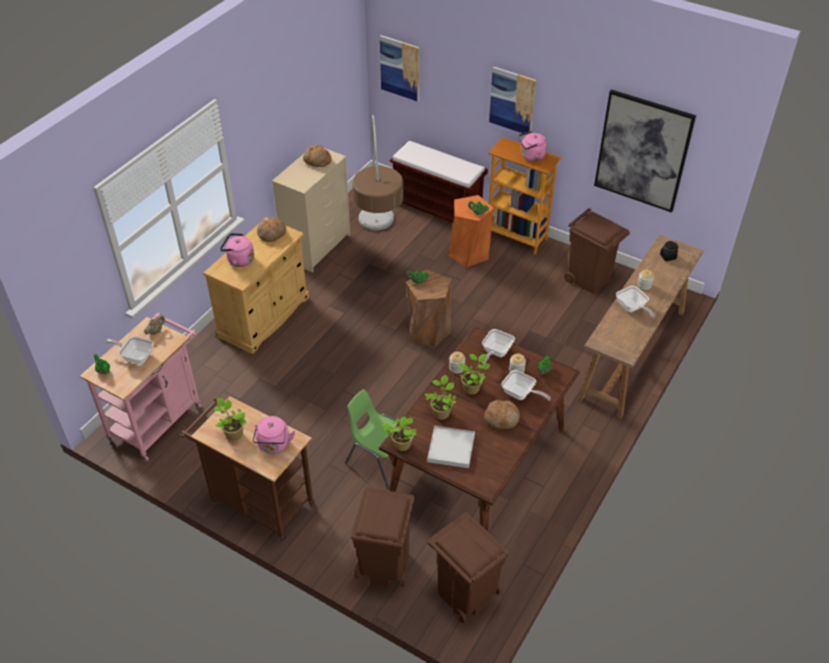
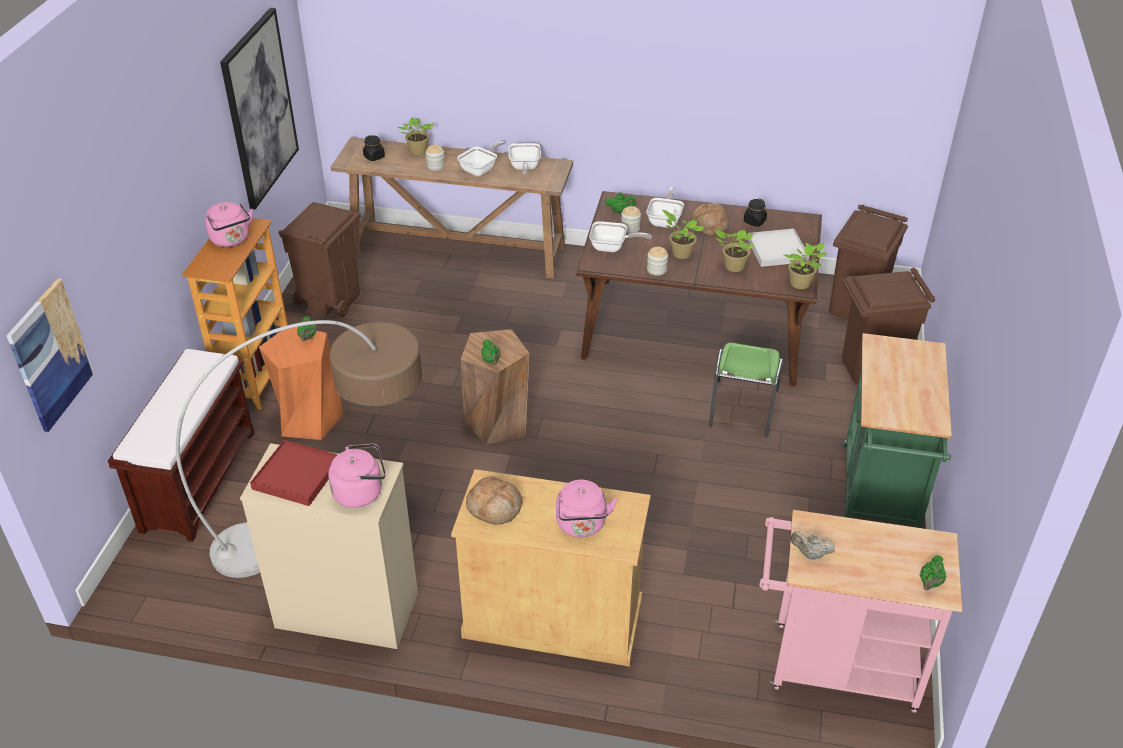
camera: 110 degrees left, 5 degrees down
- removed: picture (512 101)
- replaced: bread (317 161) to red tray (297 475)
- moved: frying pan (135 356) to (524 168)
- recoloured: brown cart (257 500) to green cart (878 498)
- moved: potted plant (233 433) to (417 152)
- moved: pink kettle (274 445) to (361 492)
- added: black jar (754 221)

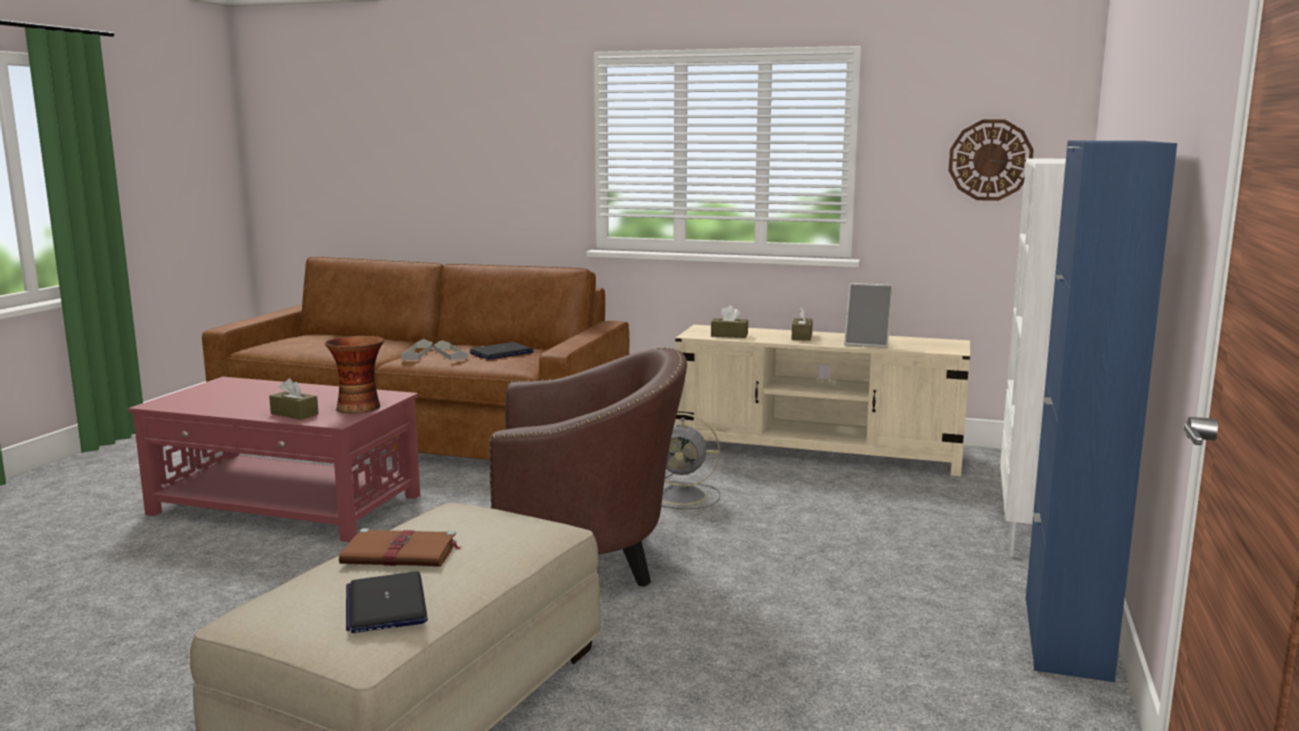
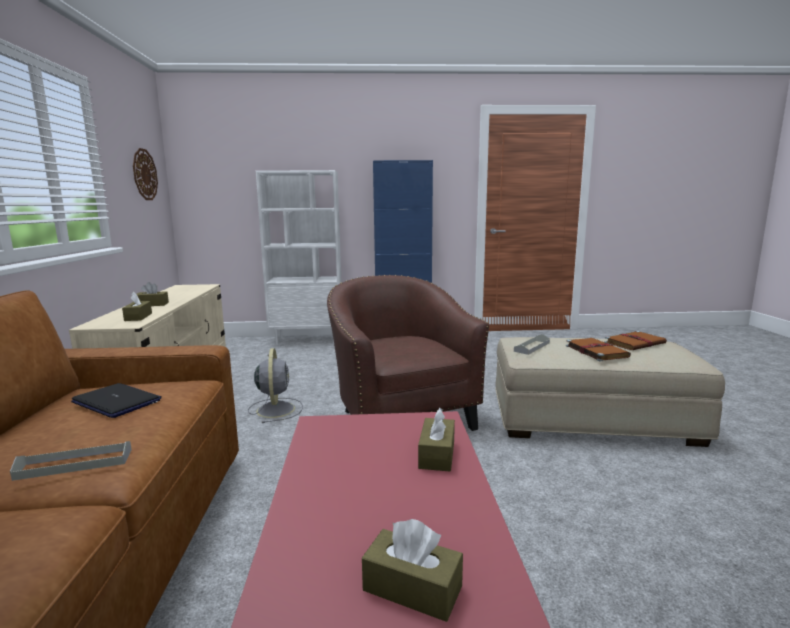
camera: 110 degrees left, 0 degrees up
- removed: picture frame (867 343)
- removed: vase (358 407)
- moved: grey tray (450 354) to (532 347)
- replaced: laptop (386 604) to brown book (635 343)
- added: brown tissue box (412 588)

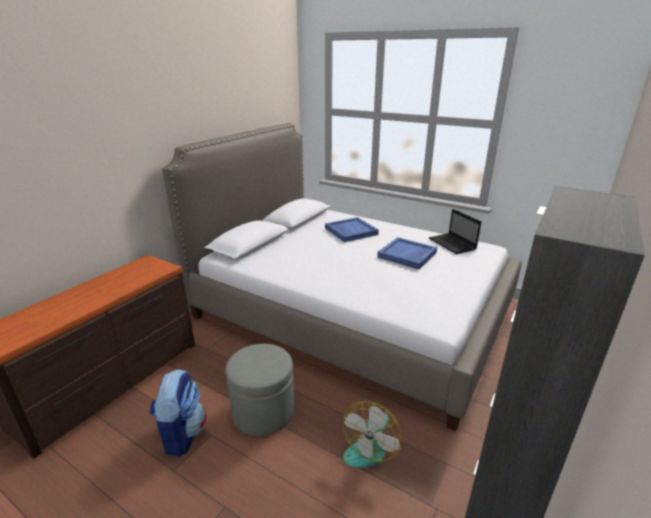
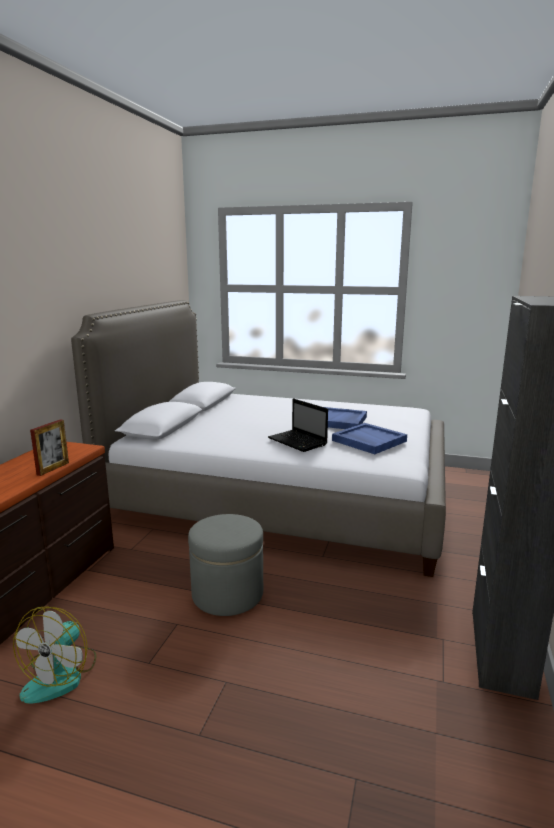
camera: 15 degrees left, 10 degrees down
- moved: laptop (453 244) to (298 442)
- moved: blue tray (350 231) to (368 441)
- removed: backpack (182 434)
- moved: fan (369 446) to (61 675)
- added: picture frame (53 468)

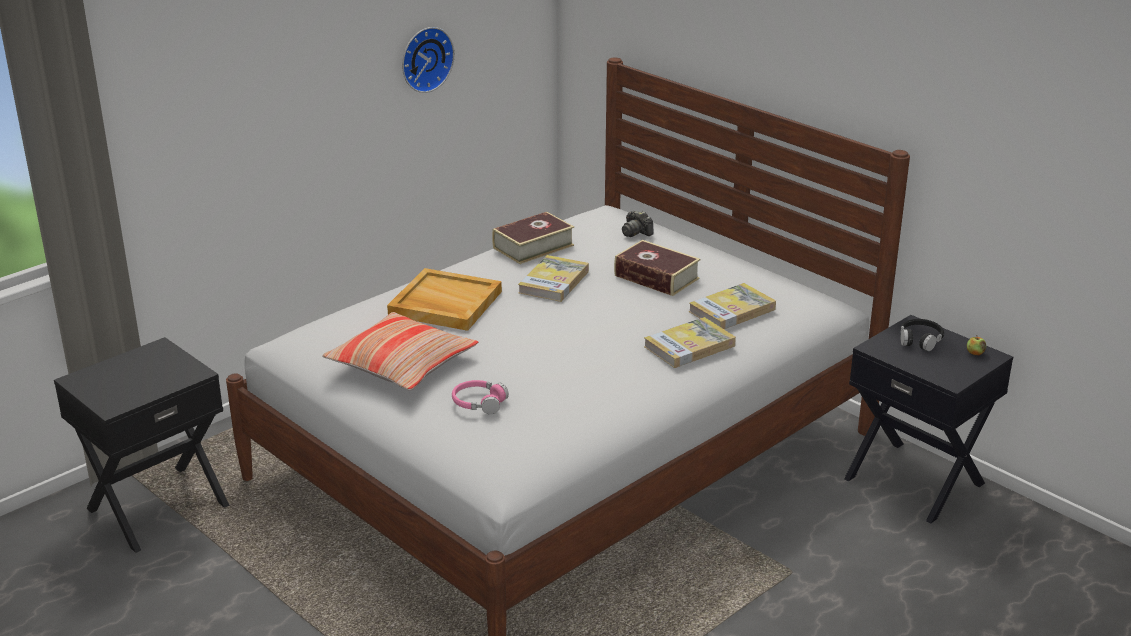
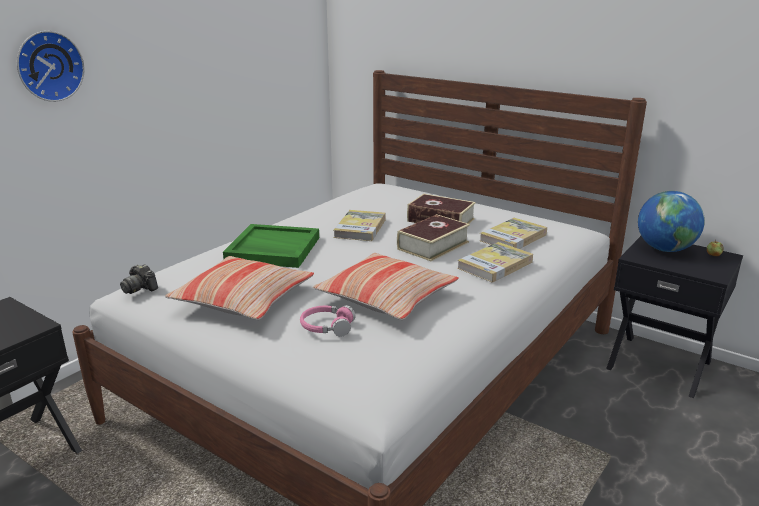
camera: 10 degrees left, 5 degrees down
- moved: wall clock (424 58) to (48 66)
- moved: photo camera (636 232) to (140 288)
- moved: book (533 246) to (433 245)
- recoloured: beige tray (444 304) to green tray (272 249)
- replaced: black headphones (920 340) to globe (665 249)
- added: pillow (386 297)

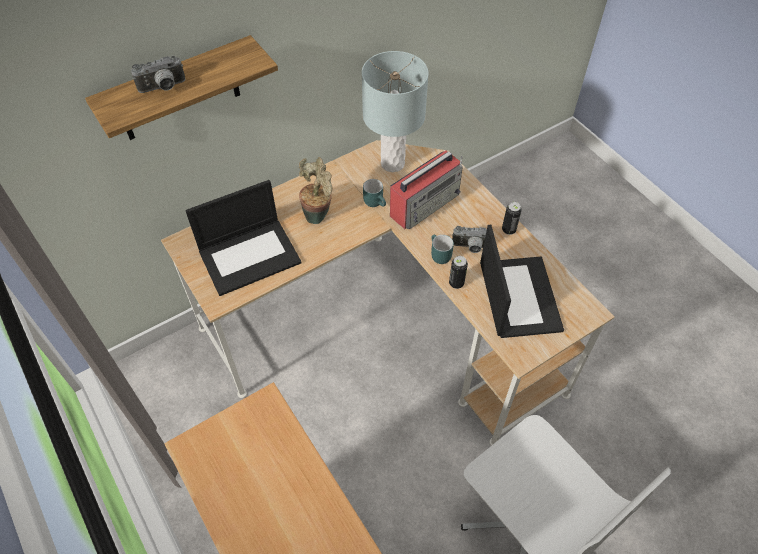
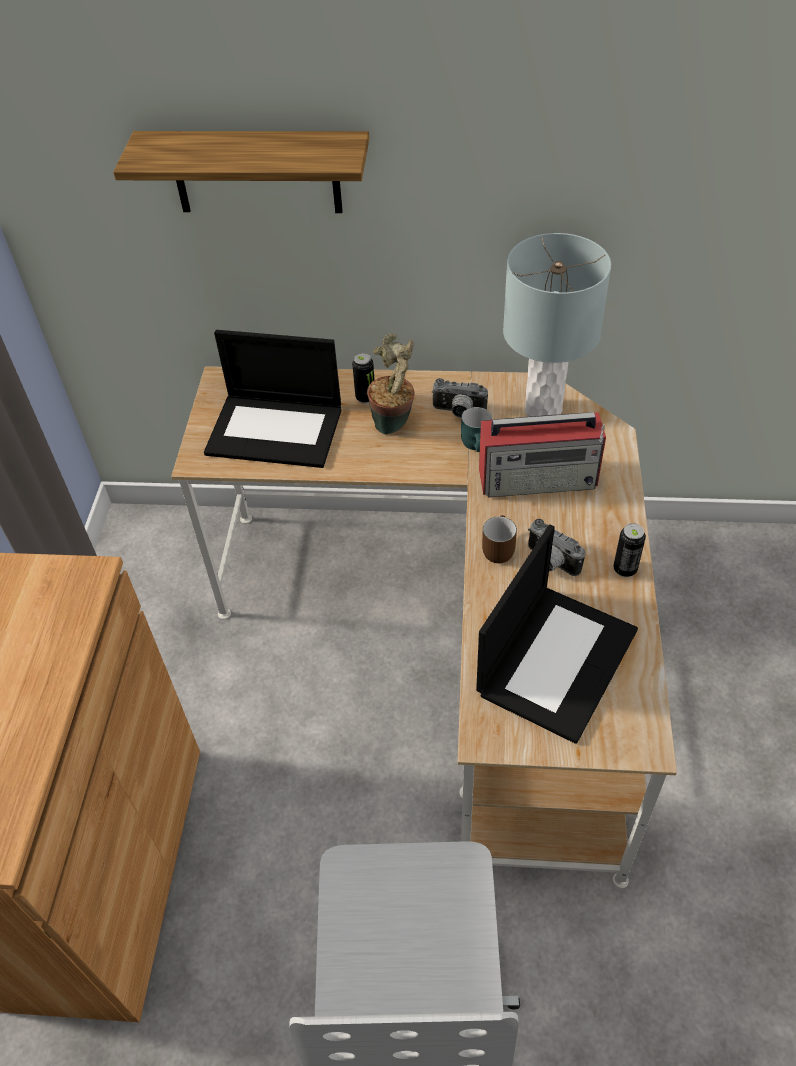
camera: 40 degrees right, 5 degrees down
- moved: photo camera (163 88) to (458 412)
- recoloured: turquoise mug (438 255) to brown mug (496 548)
- moved: can (456 283) to (365 397)

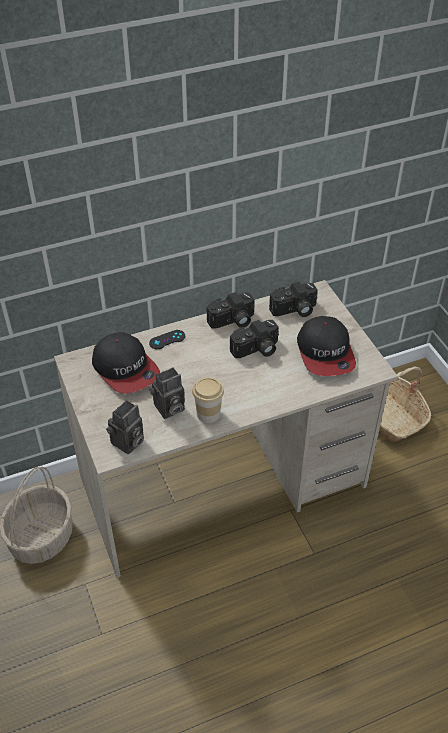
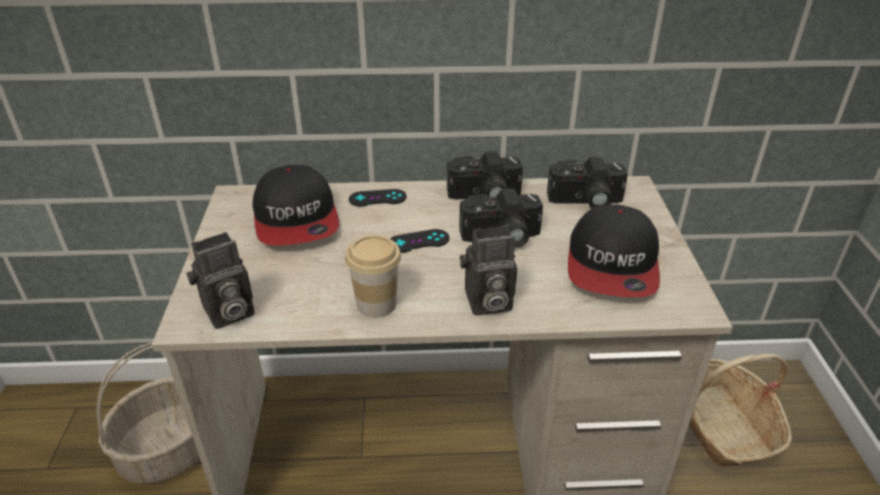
camera: 20 degrees right, 10 degrees down
- moved: photo camera (168 409) to (486 303)
- added: black game controller (418 241)

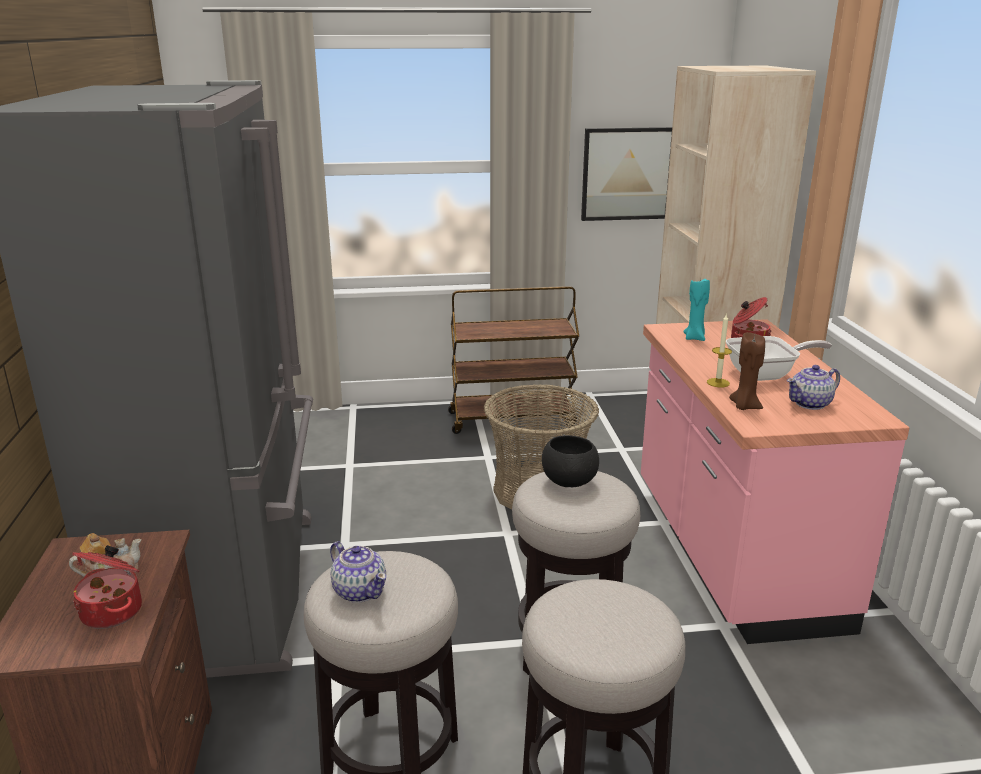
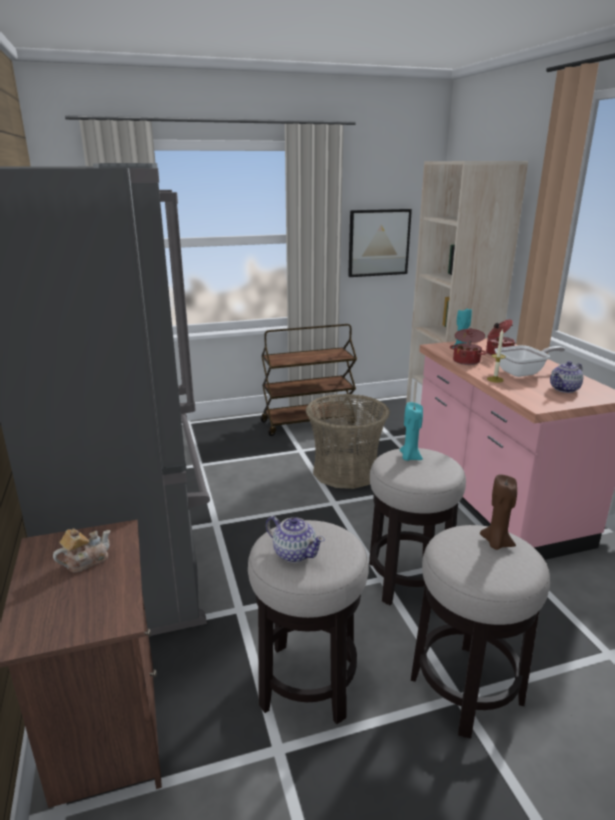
camera: 10 degrees left, 0 degrees up
- moved: brown candle (744 406) to (496 543)
- replaced: black bowl (569 482) to turquoise candle (409 457)
- moved: cooking pot (113 611) to (466 361)

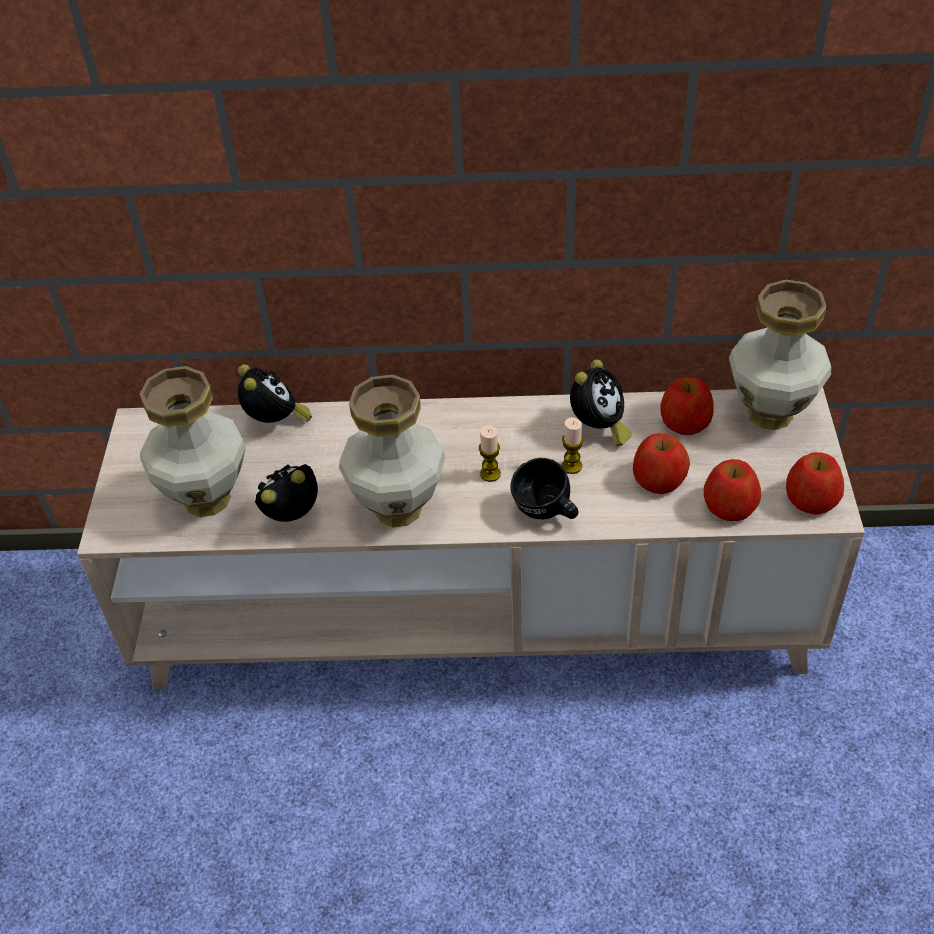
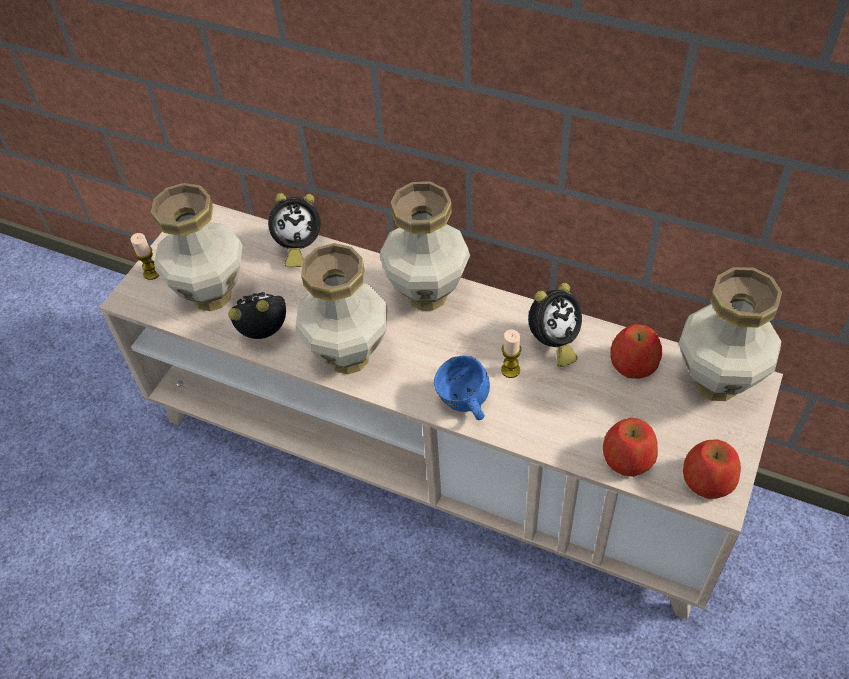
camera: 25 degrees right, 5 degrees up
- turned: alarm clock (276 422) = (297 248) 75 degrees clockwise
- moved: candle (490 474) to (152 273)
- removed: apple (659 479)
- recoloured: black mug (545 513) to blue mug (464 405)
- added: vase (427 294)

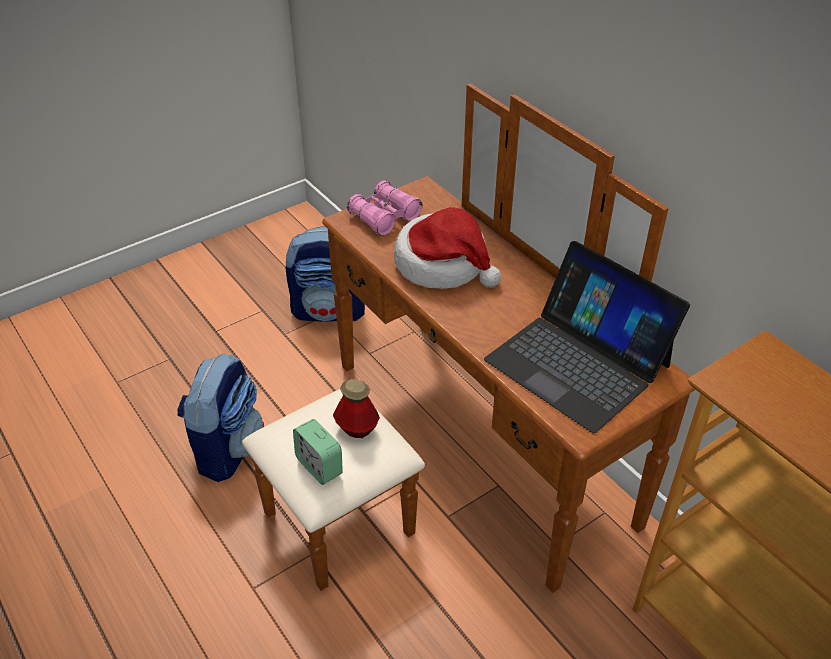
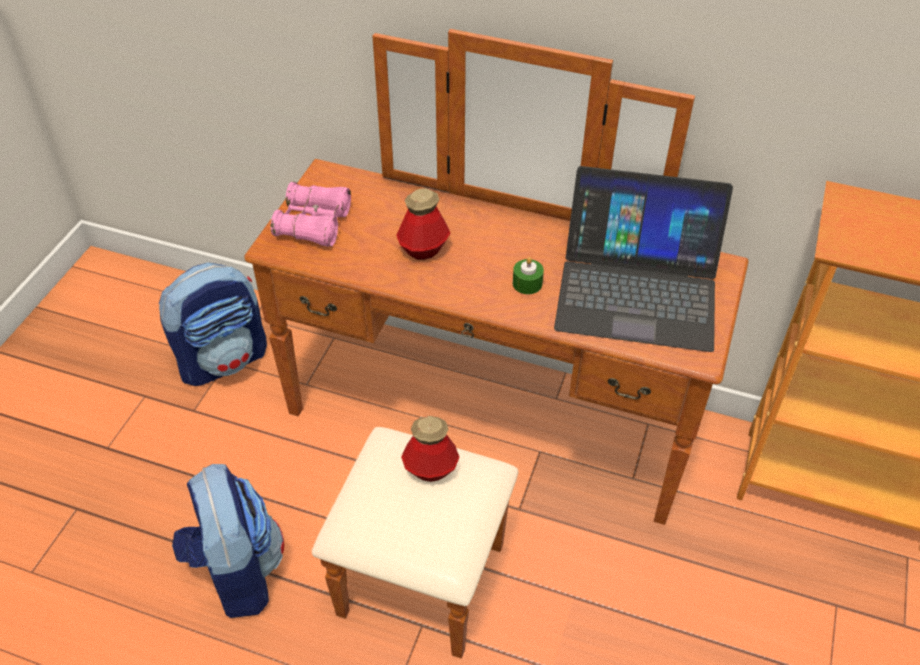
camera: 35 degrees left, 5 degrees up
- replaced: hat (443 264) to bottle (424 249)
- removed: alarm clock (319 466)
- added: green candle (527 283)

